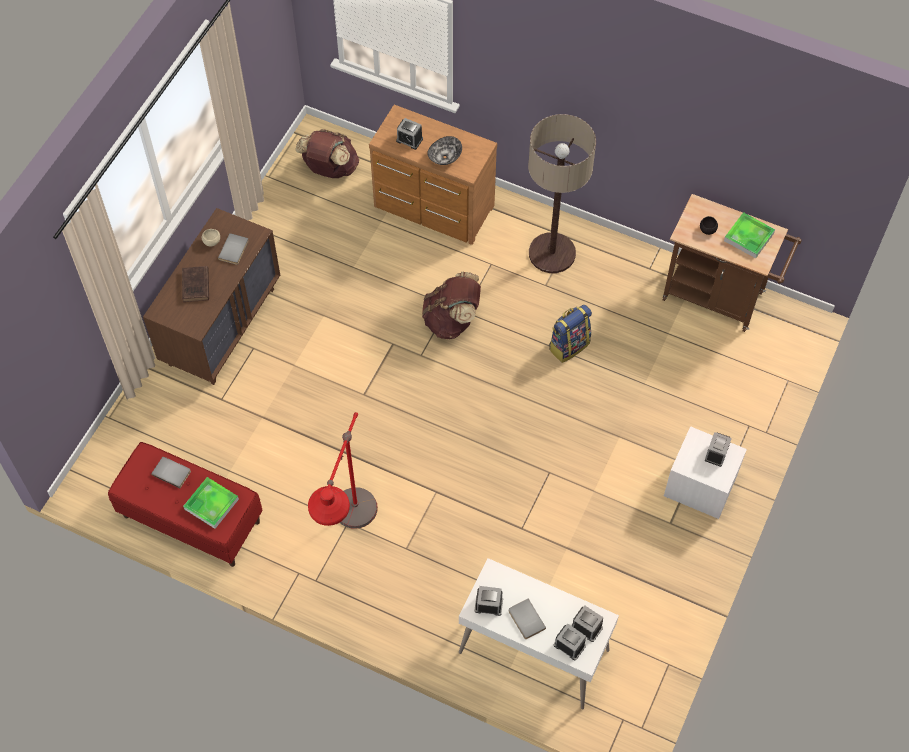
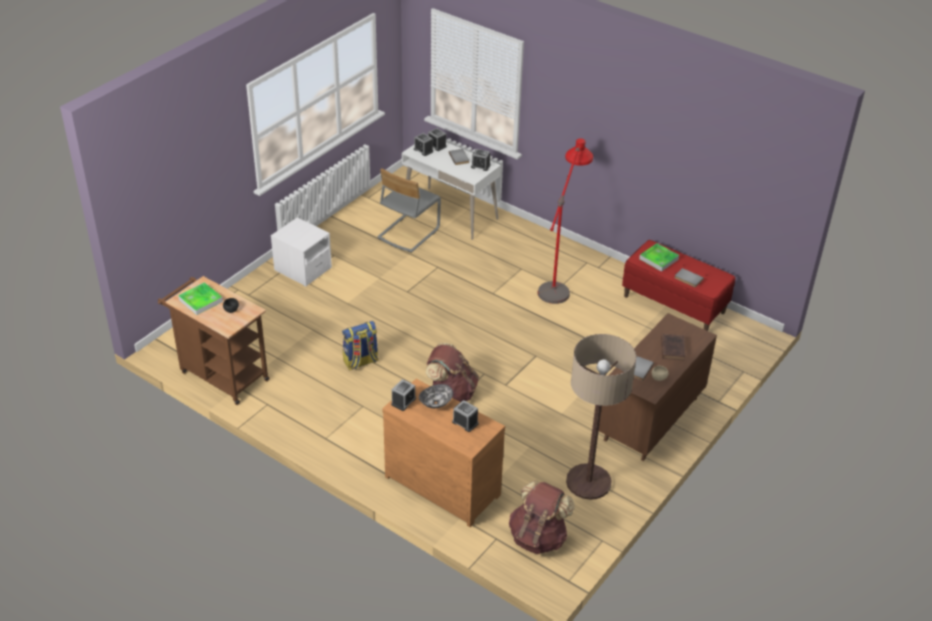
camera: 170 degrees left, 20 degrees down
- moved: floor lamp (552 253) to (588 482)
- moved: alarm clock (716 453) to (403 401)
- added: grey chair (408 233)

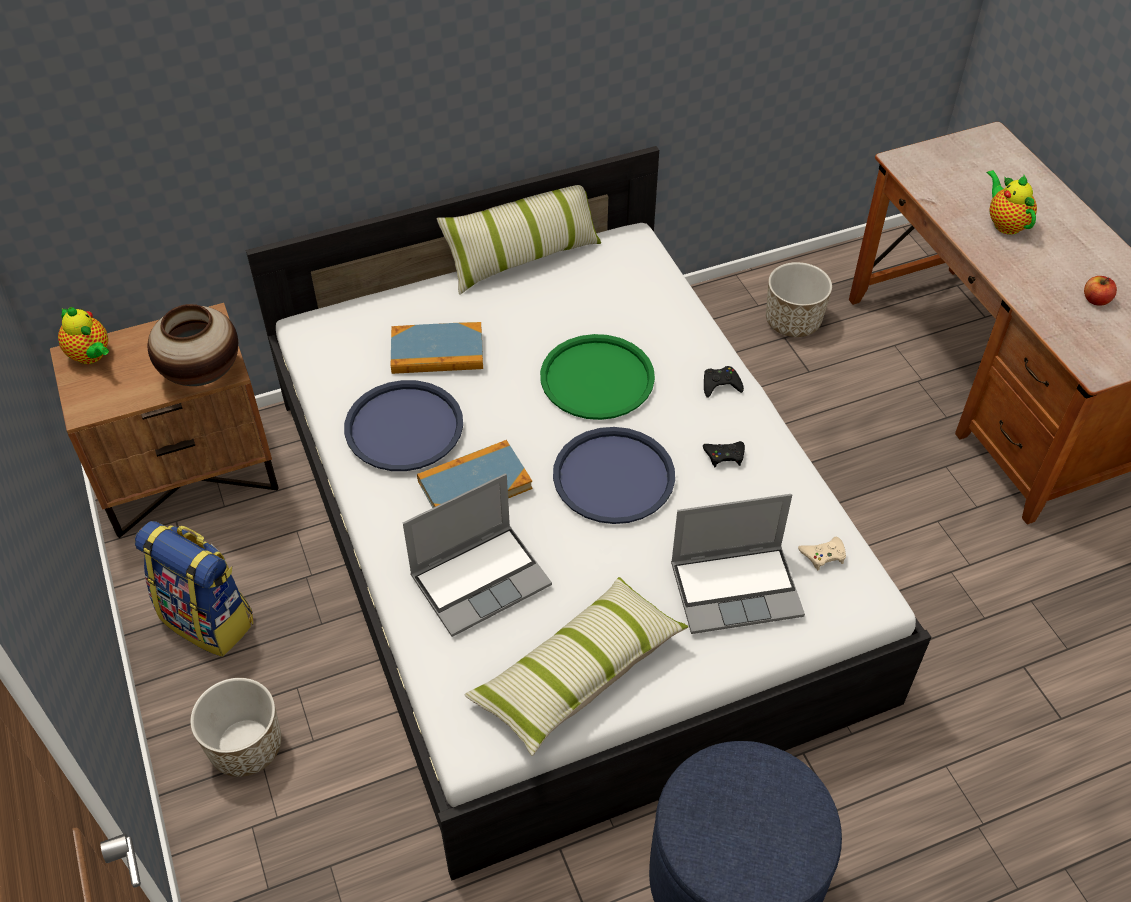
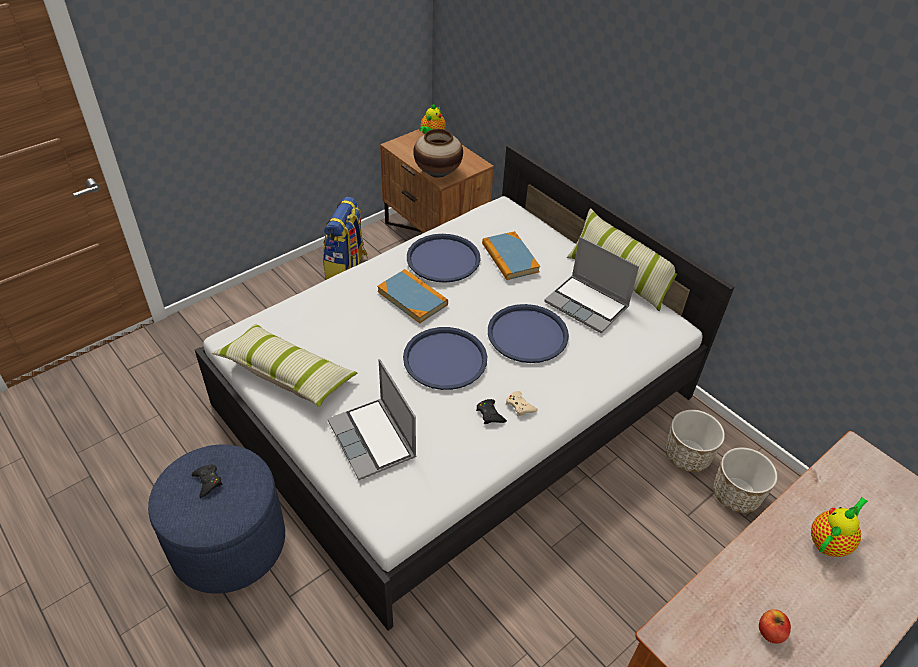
camera: 70 degrees right, 5 degrees down
- recoloured: green tray (597 378) to blue tray (527 334)
- moved: black game controller (720 385) to (207 482)
- moved: laptop (481 579) to (588 305)
- moved: beige game controller (823 555) to (520 406)
- moved: planter (245 746) to (687 455)

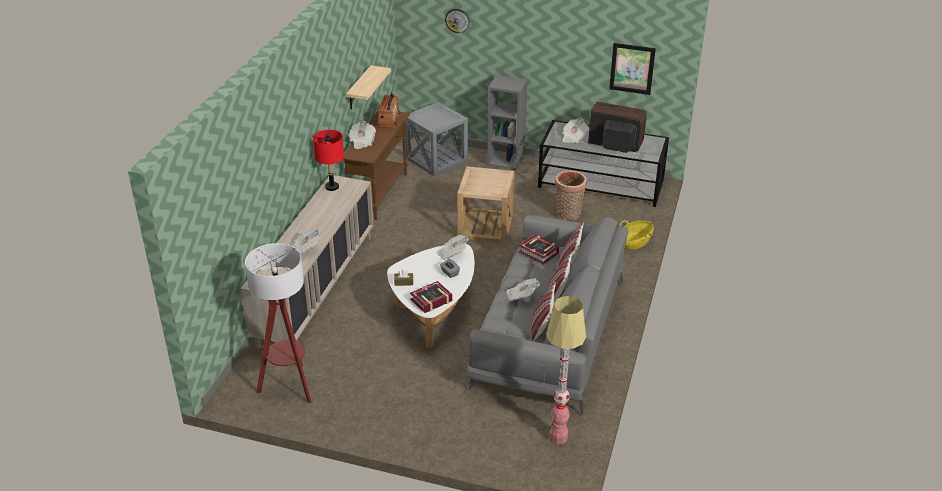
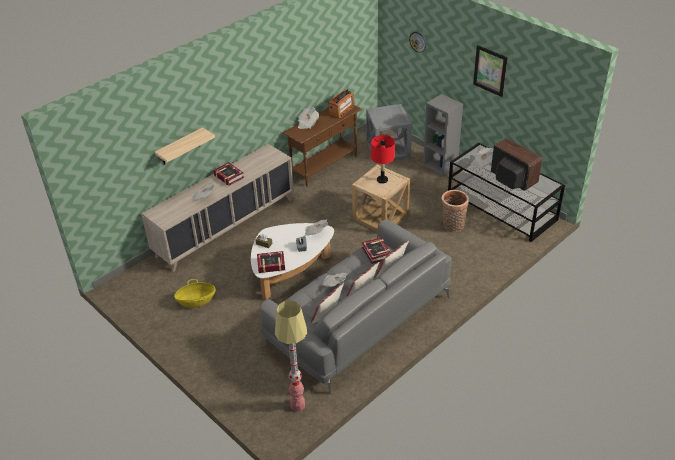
camera: 30 degrees right, 5 degrees up
- moved: picture (632 68) to (490 70)
- moved: shelf (359 88) to (180 147)
- moved: red table lamp (332 187) to (382 180)
- moved: basket (634 242) to (196 301)
- removed: floor lamp (290 386)
- added: book (228 176)

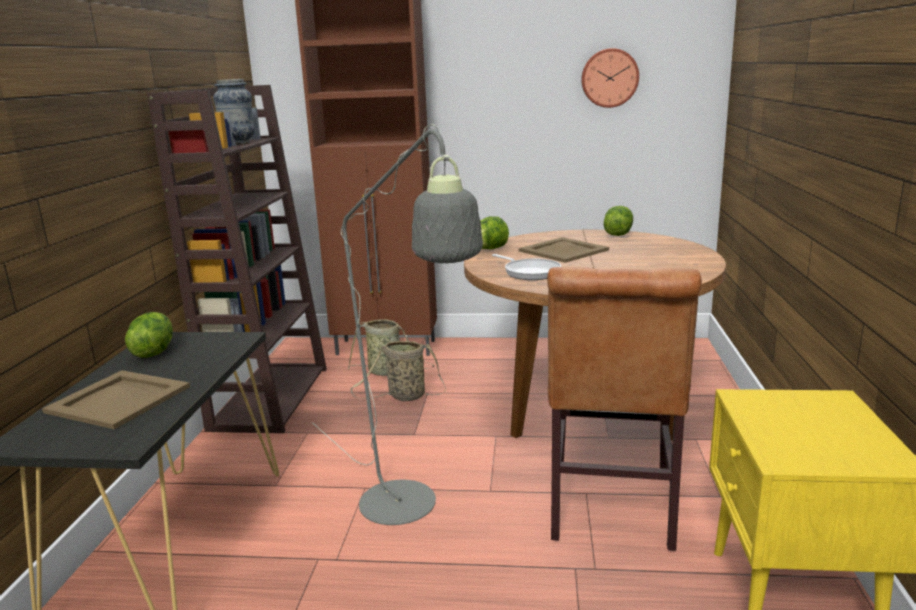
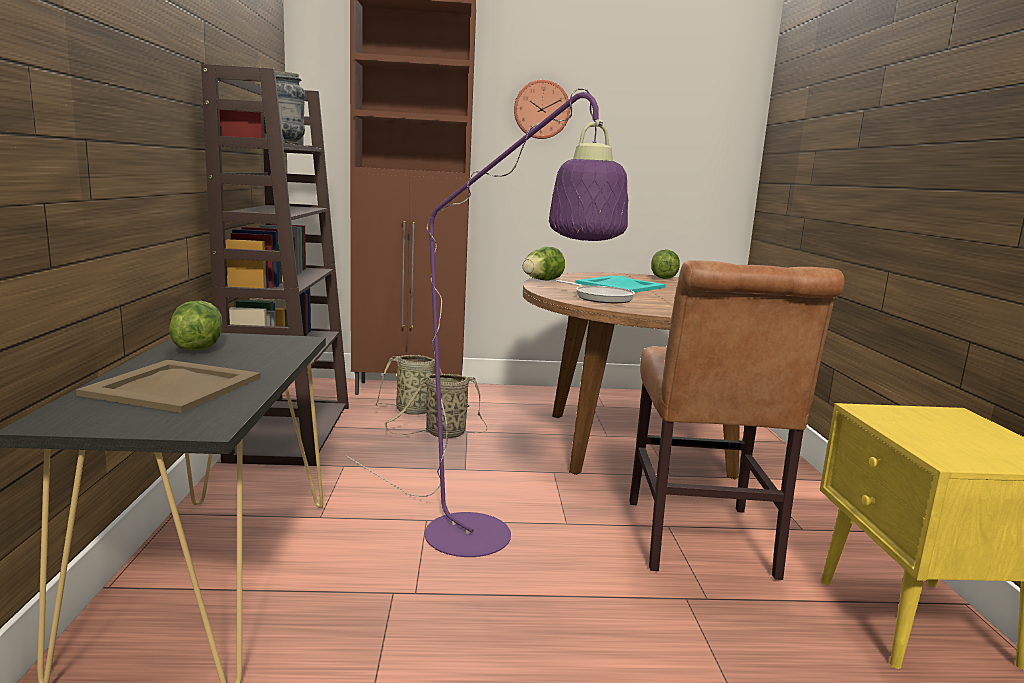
camera: 10 degrees left, 5 degrees down
- moved: wall clock (609 78) to (541 110)
- recoloured: grey floor lamp (409 511) to purple floor lamp (484 543)
- recoloured: beige tray (564 250) to turquoise tray (621 285)

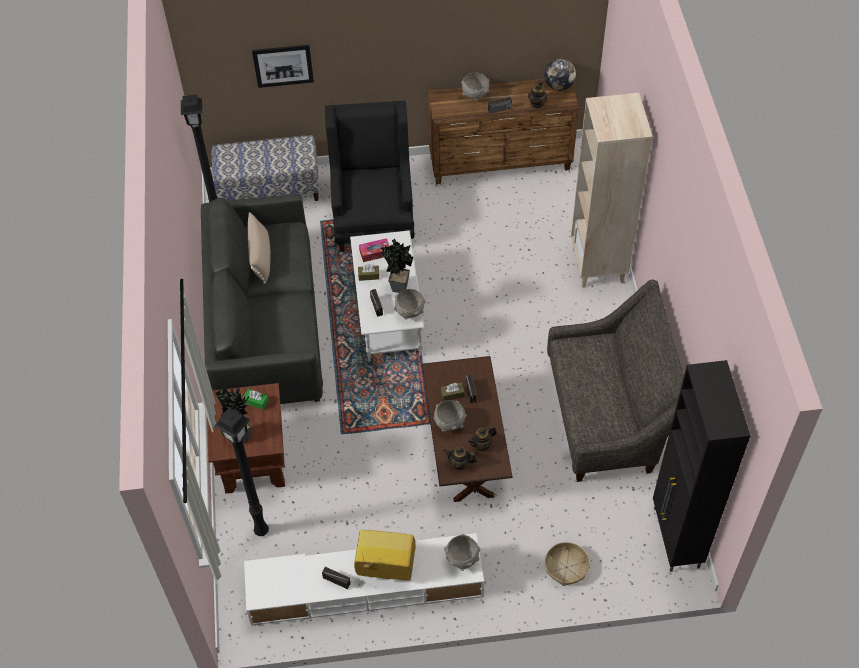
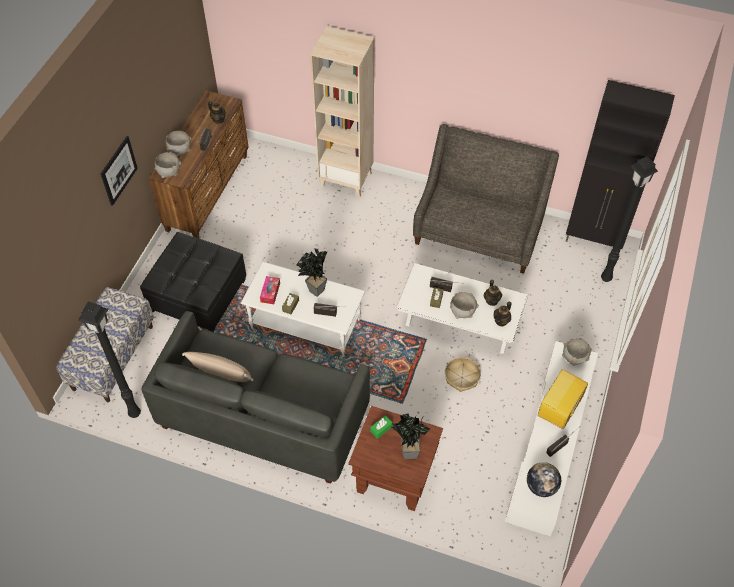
camera: 65 degrees left, 0 degrees up
- moved: picture (283 65) to (118 170)
- moved: globe (559 86) to (541 486)
- replaced: black armchair (373 215) to black ottoman (198 294)
- moved: grey bowl (410 312) to (169 173)
- recoloured: brown coffee table (465 446) to white coffee table (459 326)
- moved: black floor lamp (260 531) to (606 279)
- moved: basket (566 567) to (462 377)

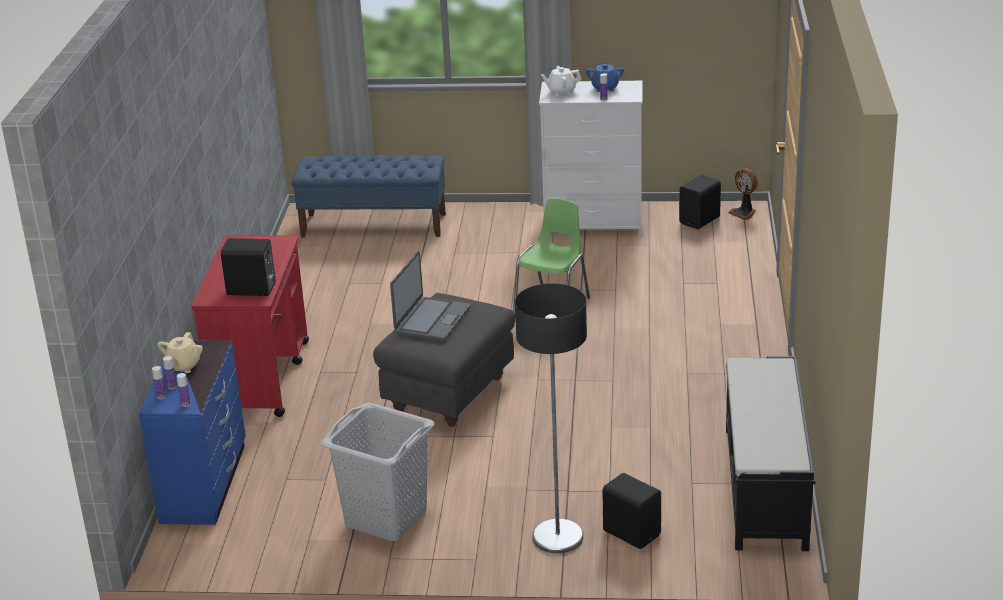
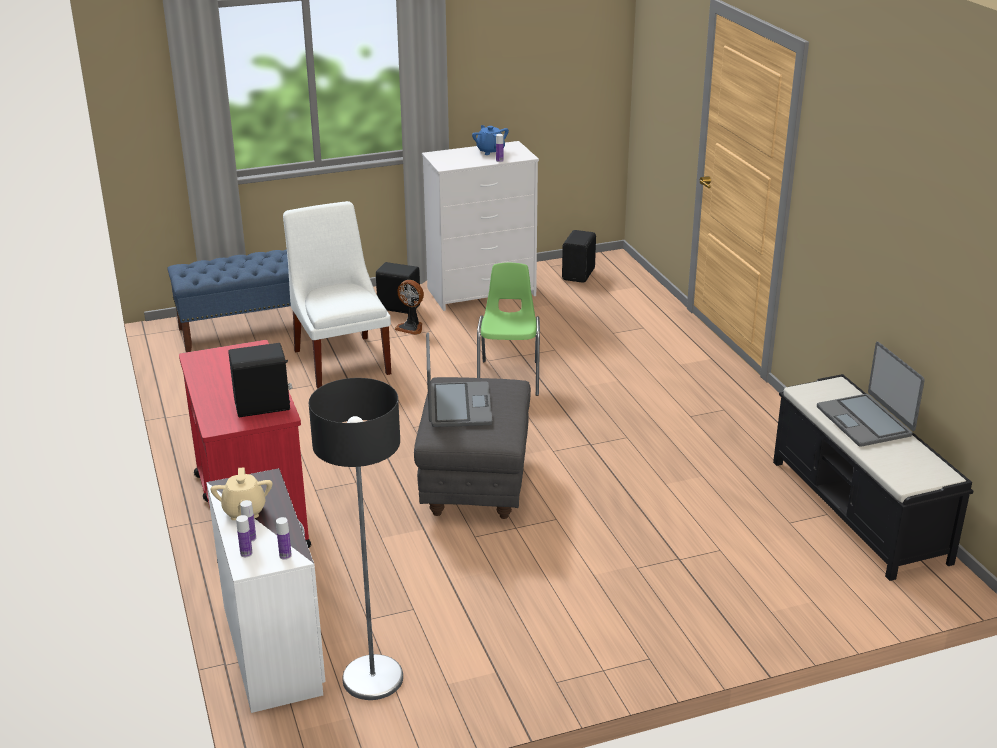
camera: 25 degrees left, 0 degrees up
- removed: white teapot (561 91)
- moved: fan (744 213) to (411 327)
- moved: floor lamp (557 537) to (372 679)
- recoloured: blue dresser (205 483) to white dresser (274 647)
- removed: grey laundry basket (386 517)
- moved: black speaker (632 532) to (398 307)
- added: white chair (341 359)
- added: laptop (865 421)

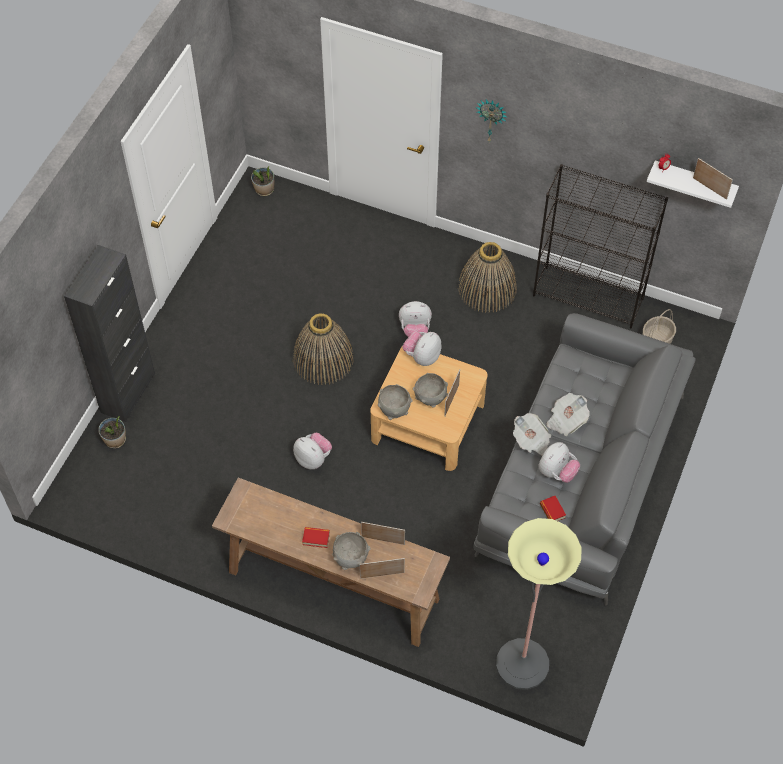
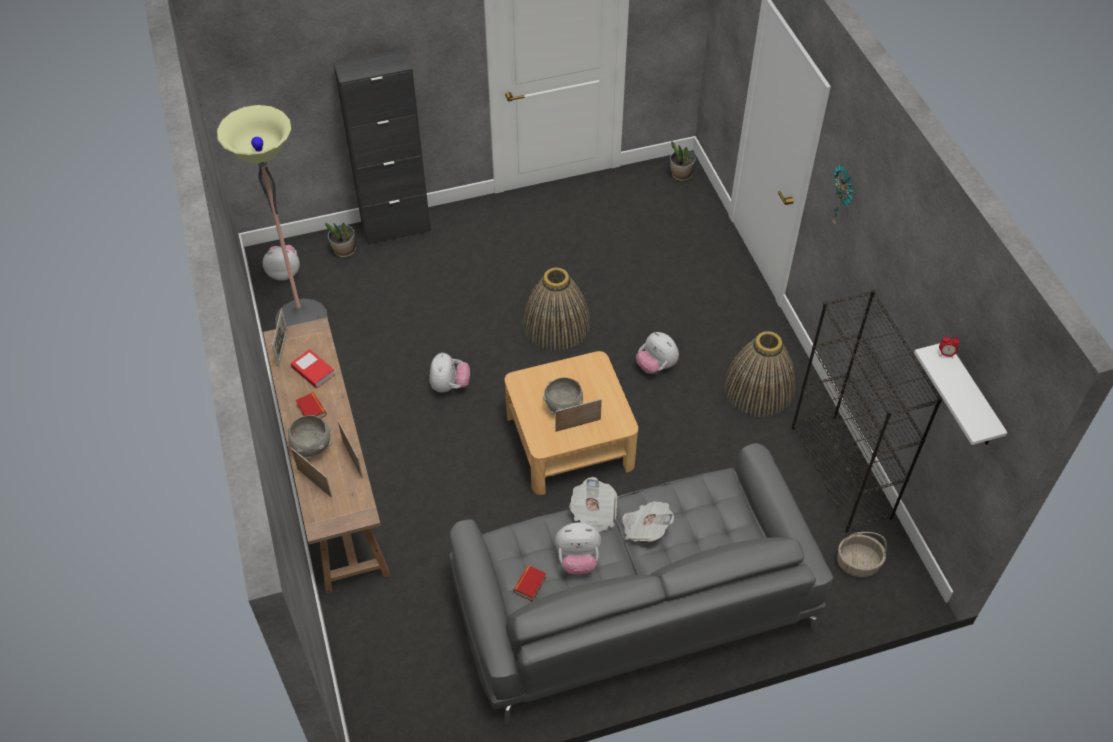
camera: 50 degrees right, 5 degrees down
- moved: picture frame (709 188) to (283 348)
- moved: plush toy (422 357) to (284 272)
- removed: grey bowl (394 410)
- moved: floor lamp (522 664) to (302 320)
- added: book (313 371)

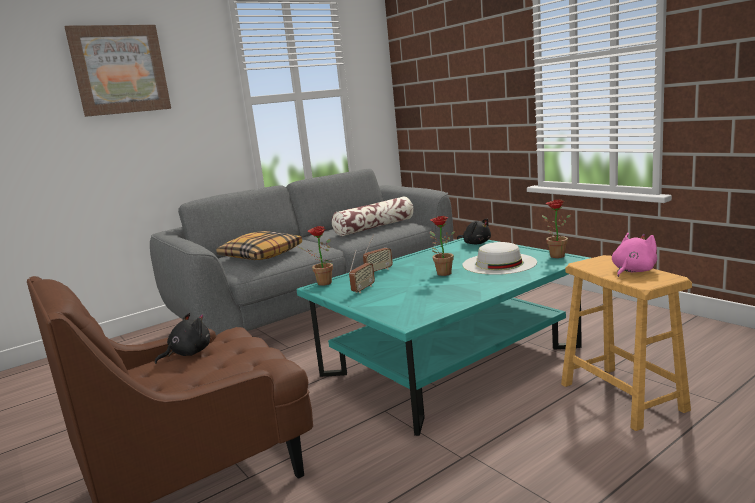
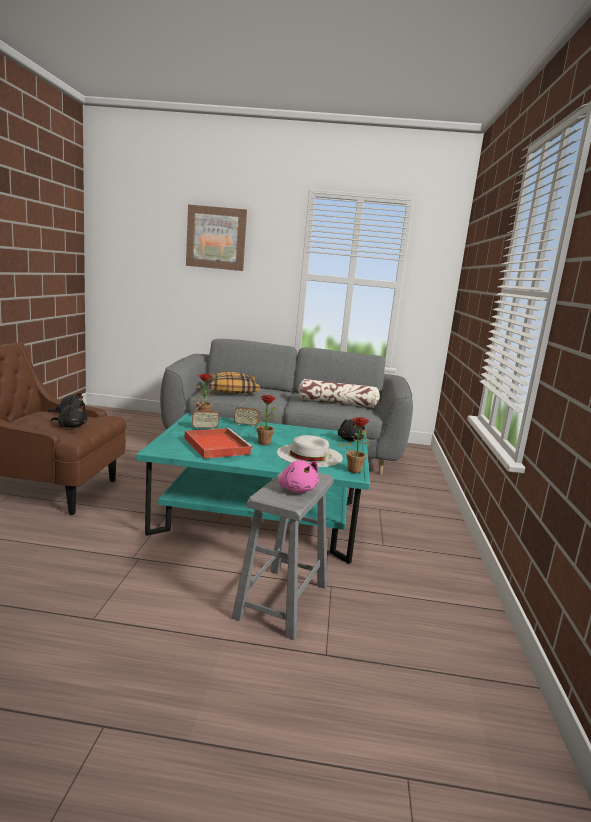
camera: 40 degrees right, 0 degrees up
- turned: pink plush toy (632 271) = (297 489) 60 degrees clockwise
- recoloured: brown stool (621 397) to grey stool (281 601)
- added: black plush toy (71 426)
- added: red tray (216 445)

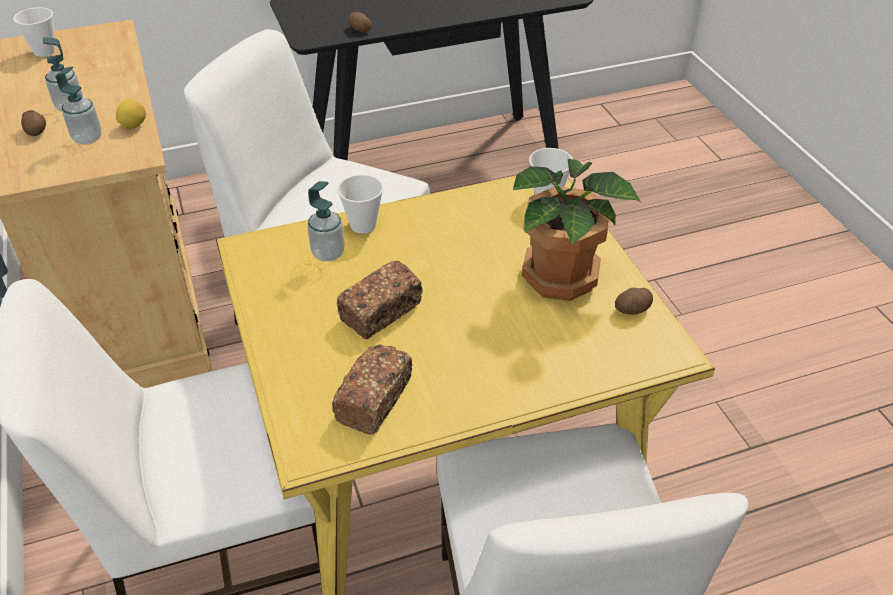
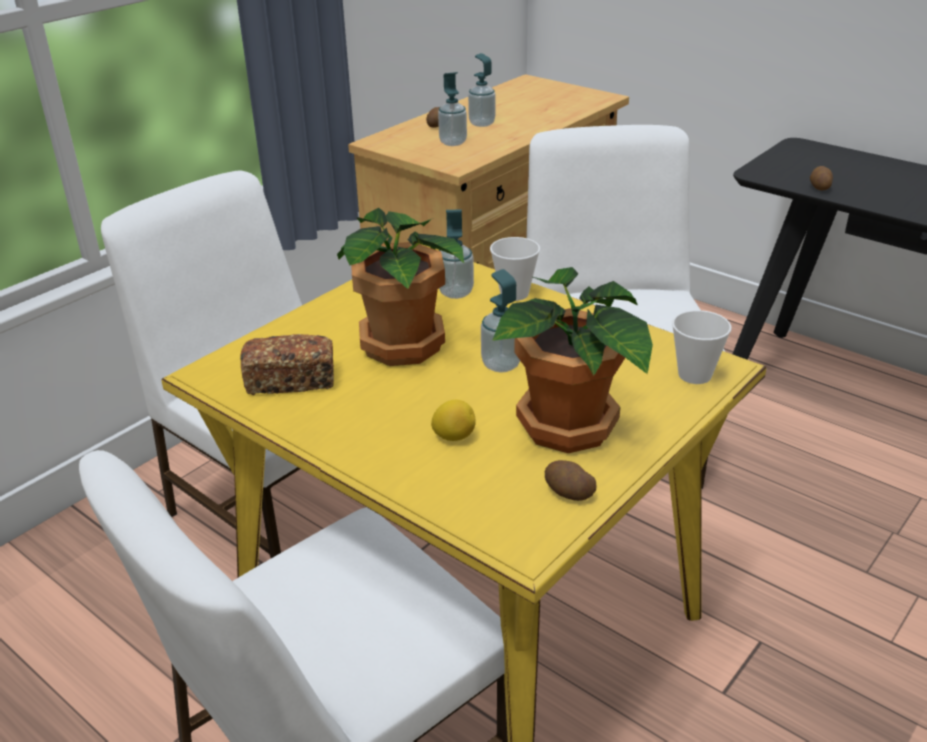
camera: 60 degrees right, 10 degrees down
- removed: cup (45 51)
- moved: lemon (133 125) to (454 436)
- replaced: bread (381 312) to potted plant (405 344)
- added: soap dispenser (501 364)

